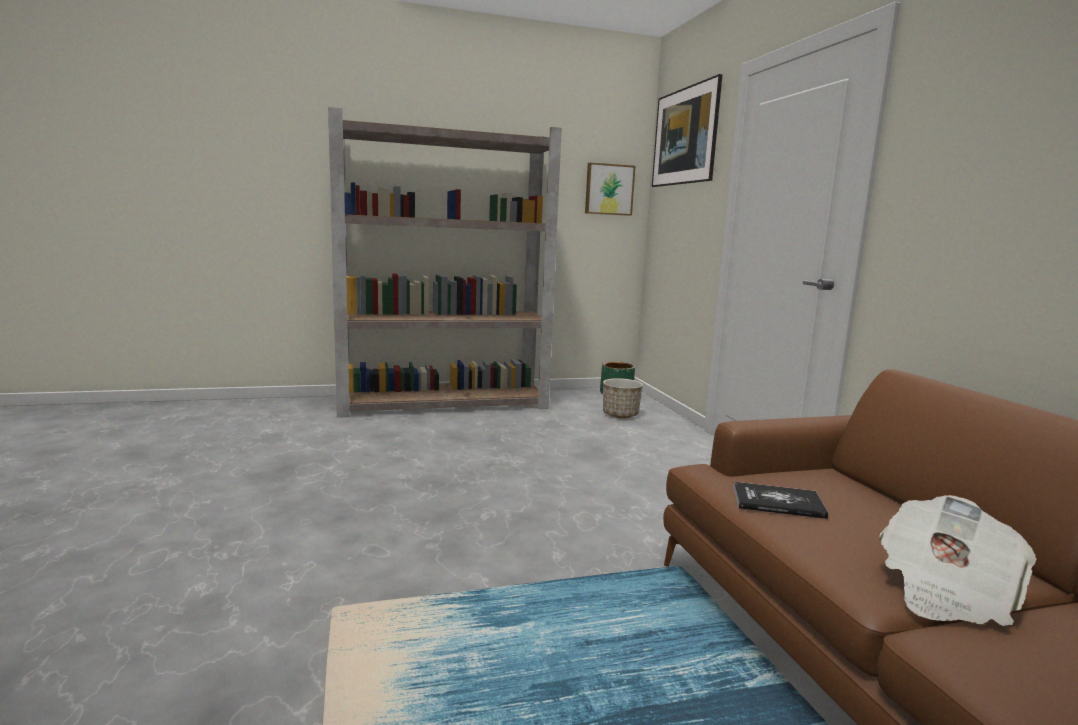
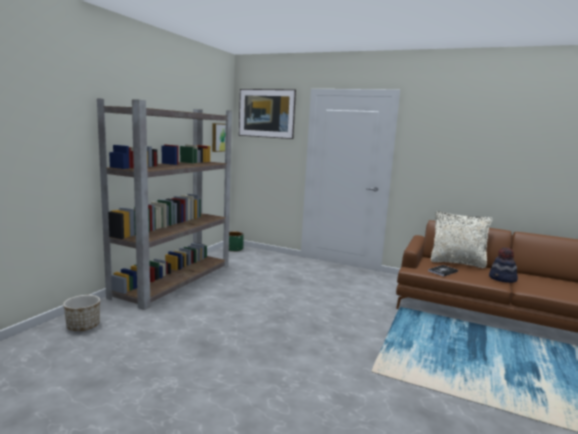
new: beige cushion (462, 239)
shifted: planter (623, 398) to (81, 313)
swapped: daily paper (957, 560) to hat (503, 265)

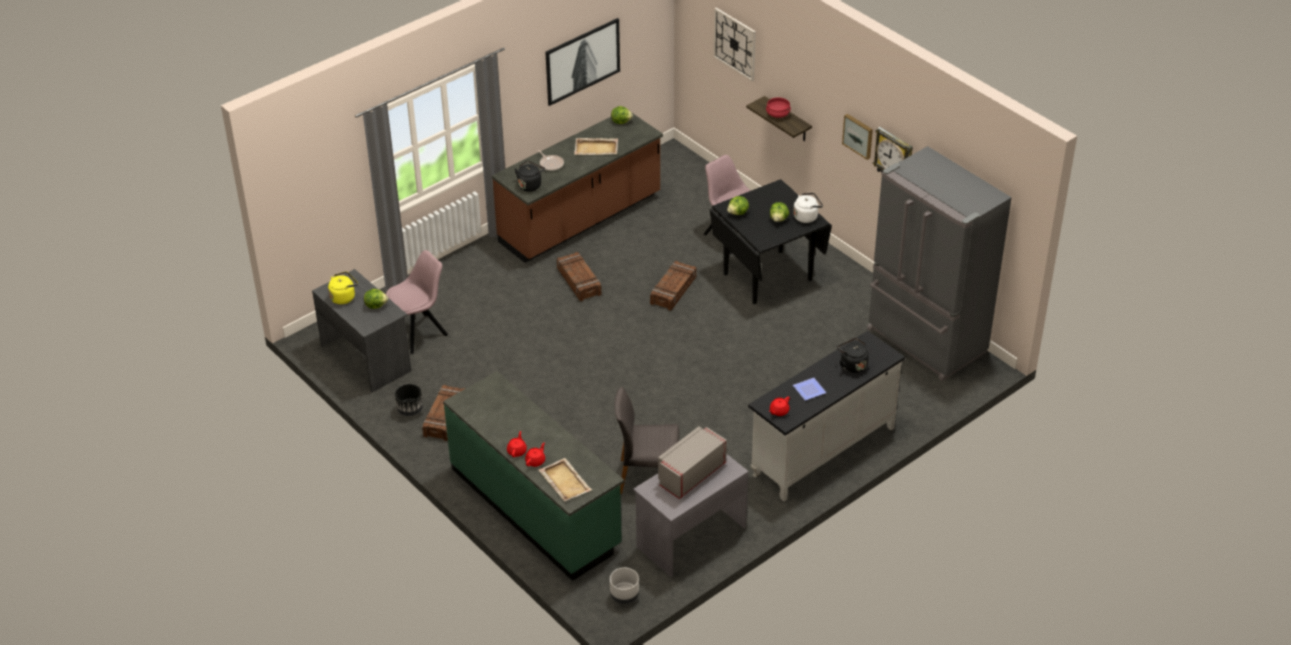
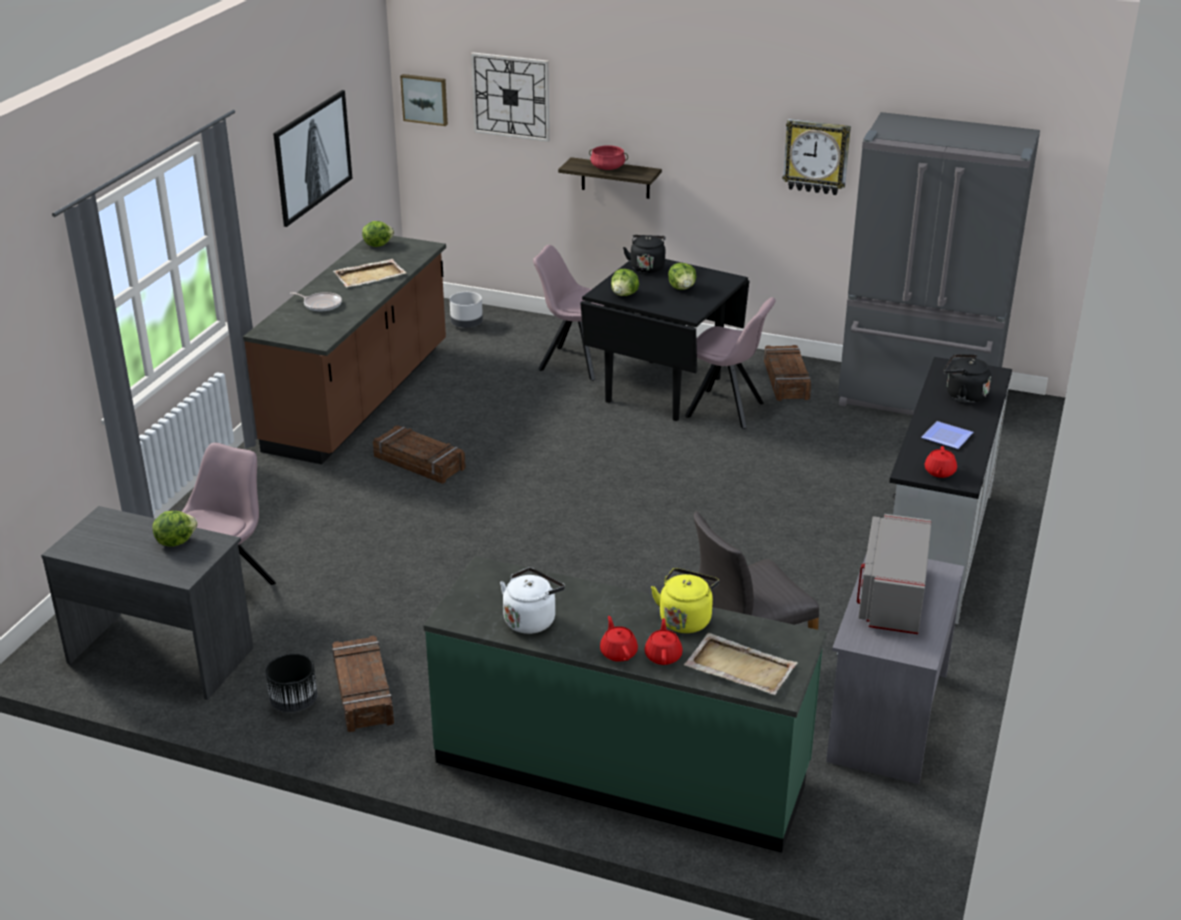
new: pinkish plain chair (730, 363)
shifted: yellow-coloured water kettle (343, 288) to (685, 600); blackish water kettle (530, 176) to (644, 254); gray planter (624, 586) to (466, 310); crate (673, 286) to (787, 373); white-coloured water kettle (808, 208) to (532, 601); picture (857, 137) to (424, 100)

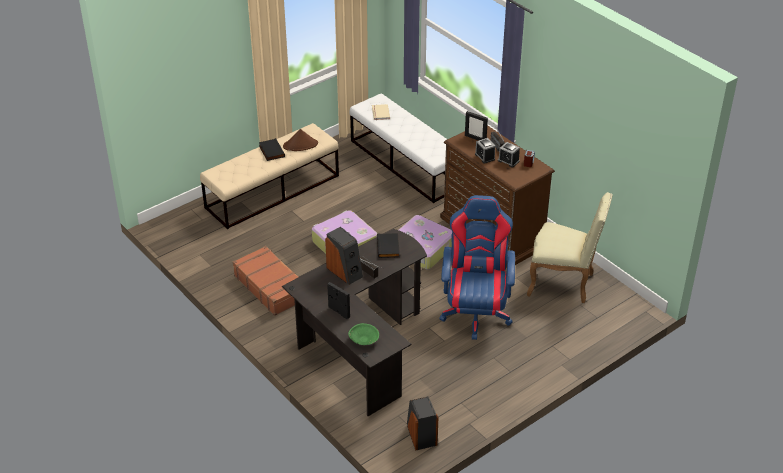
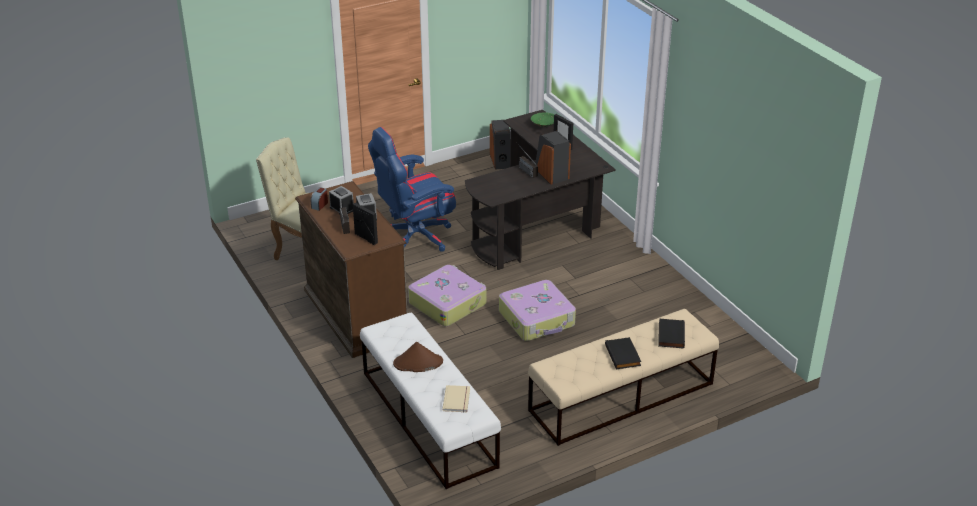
gone: brownish suitcase (265, 281)
shifted: brownish hat (300, 140) to (418, 357); blackish volume (388, 245) to (671, 334)
rotated: blue computer chair (477, 267) = (412, 189) 45 degrees clockwise

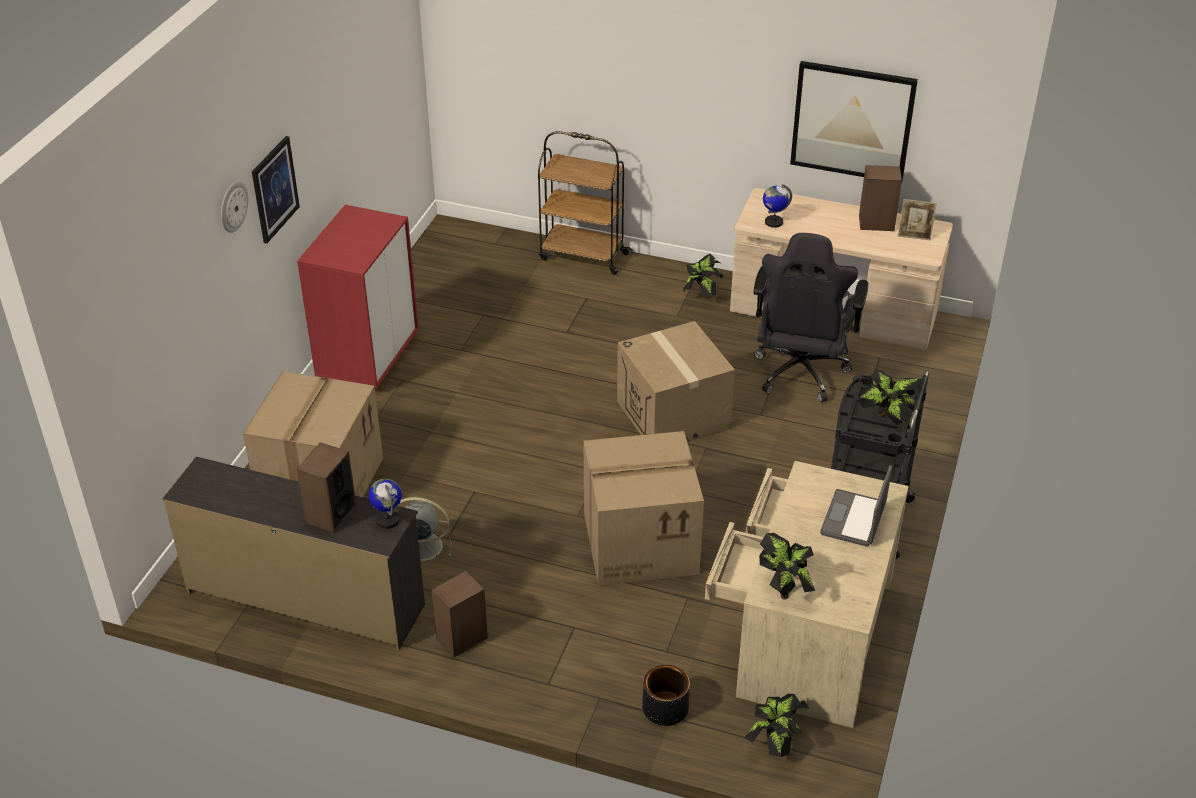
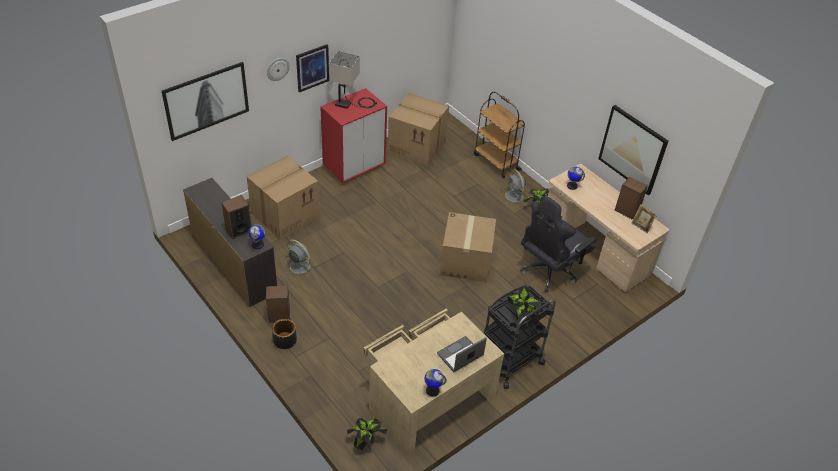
gone: plant in a pot (787, 566)
new: picture (205, 101); lamp for a table (353, 80); world globe (435, 383); gray cooling fan (515, 187)
shifted: cardboard box (643, 508) to (418, 129); blackish planter (666, 695) to (284, 334)

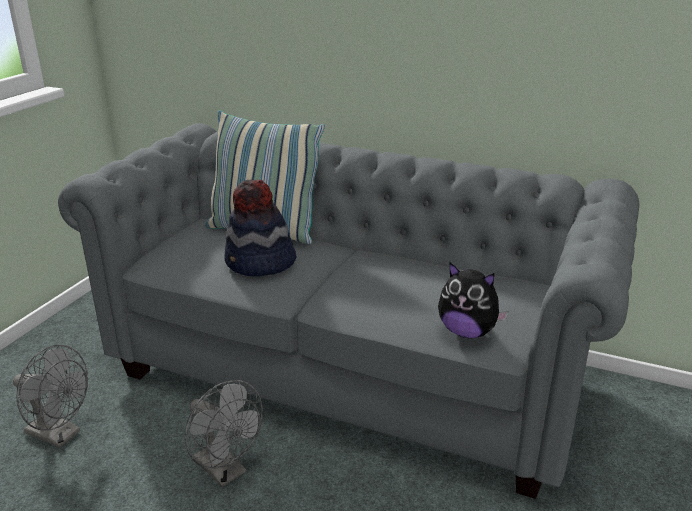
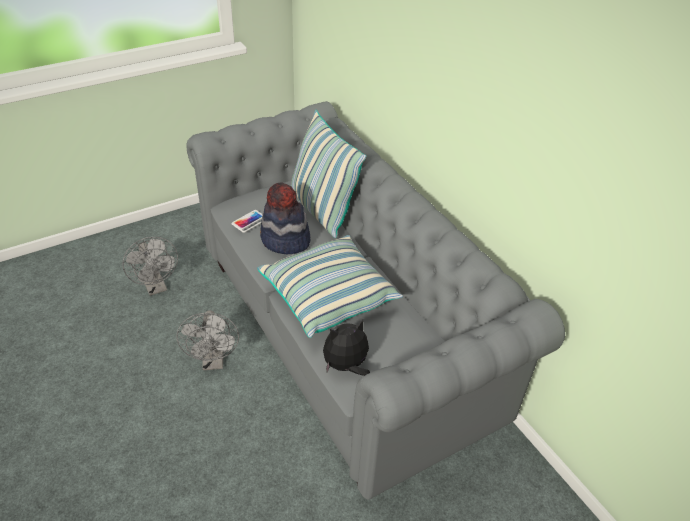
new: phone (247, 221); cushion (330, 286)
rotated: soft toy (473, 300) = (346, 348) 90 degrees clockwise

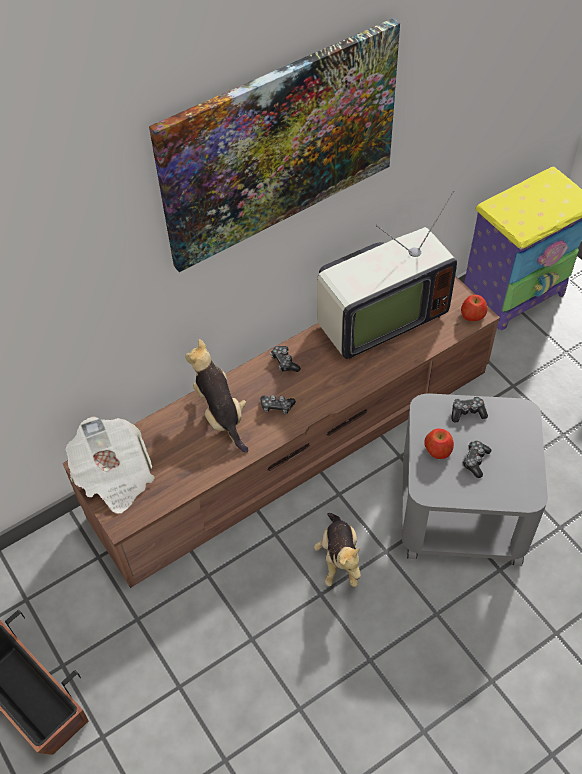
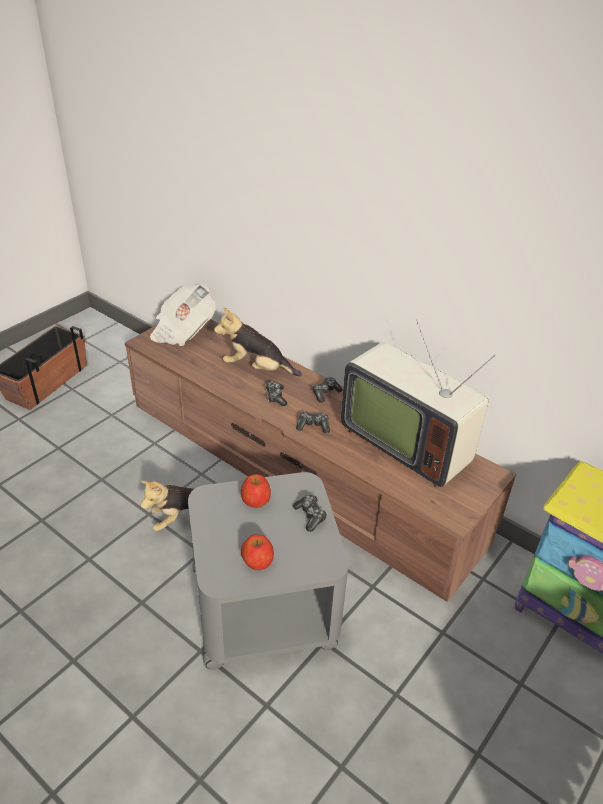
gone: picture (274, 145)
shifted: whole apple (474, 308) to (257, 552); gamepad (476, 459) to (313, 422)
rotated: soft toy (216, 396) = (258, 341) 120 degrees counterclockwise

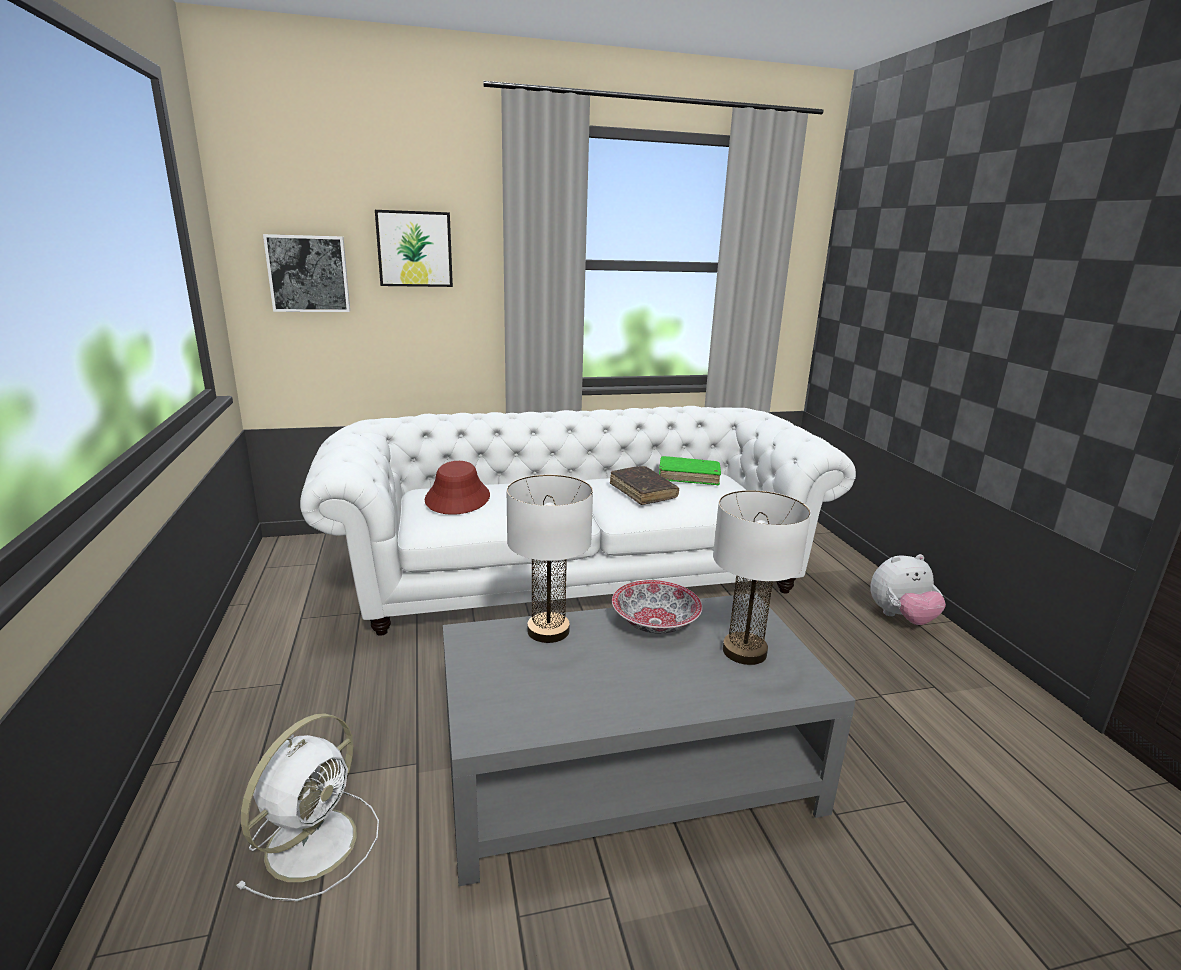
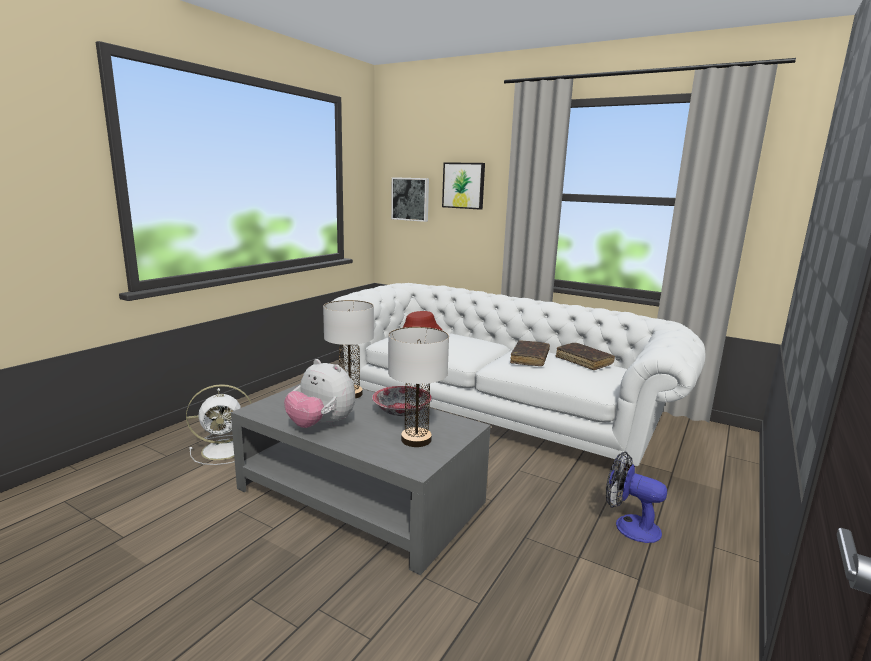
new: cooling fan (636, 497)
shifted: soft toy (908, 589) to (319, 393)
repainted: greenish volume (690, 470) to brownish volume (585, 356)

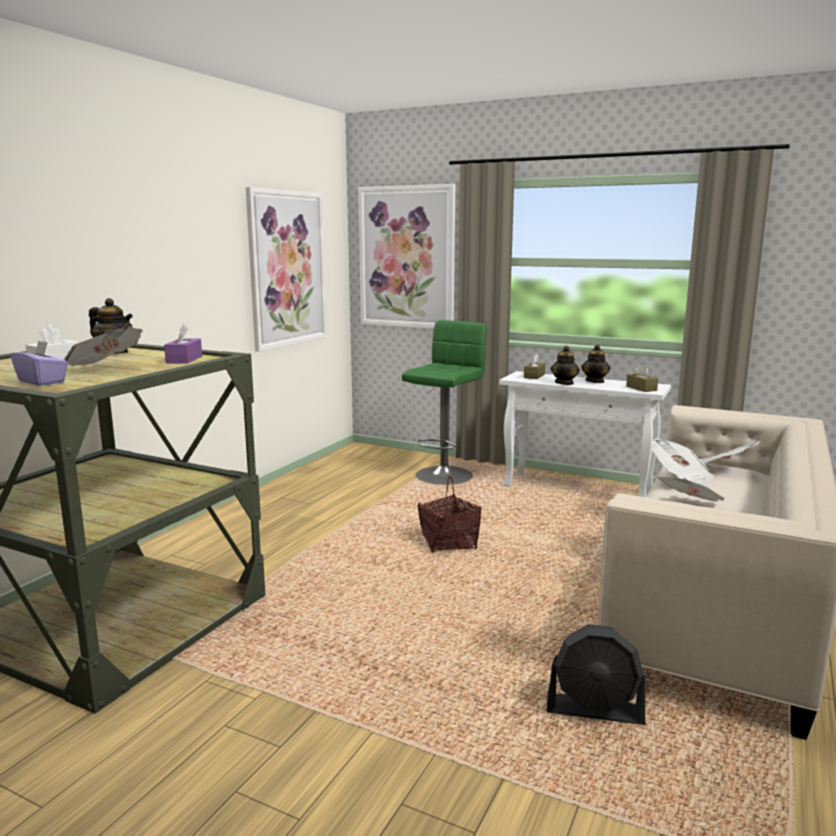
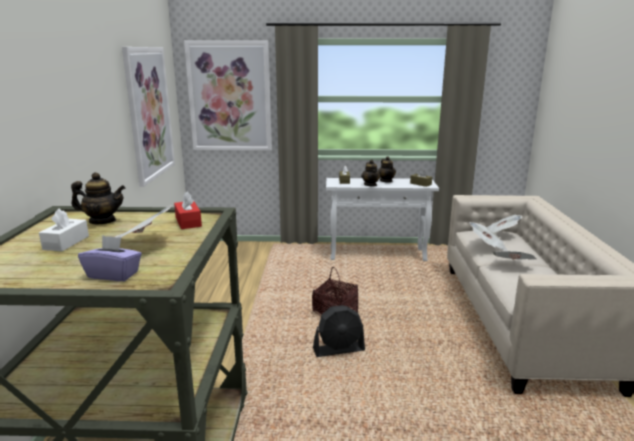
gone: greenish stool (444, 402)
shifted: blackish cooling fan (596, 674) to (339, 331)
repainted: purple tissue box (183, 344) to red tissue box (188, 210)

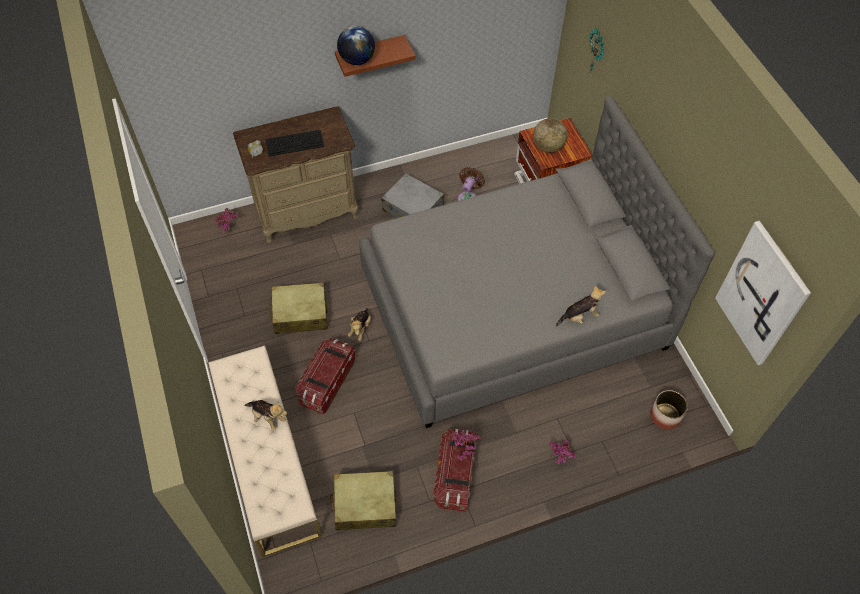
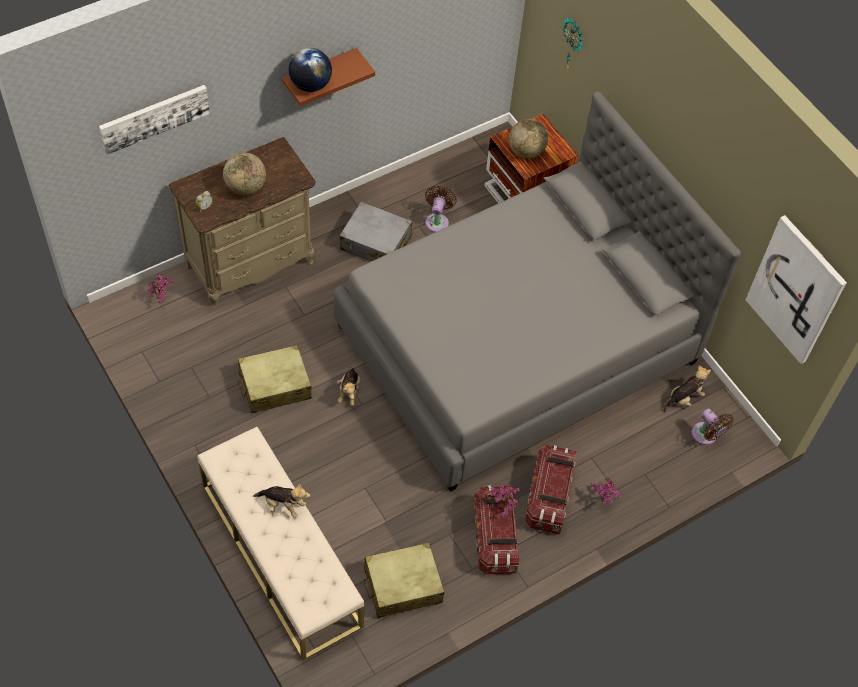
new: picture (154, 120)
shifted: storage container (325, 376) to (551, 489); soft toy (581, 305) to (687, 389)
swapped: keyboard (295, 143) to world globe (244, 173); planter (669, 410) to brownish cooling fan (713, 427)

